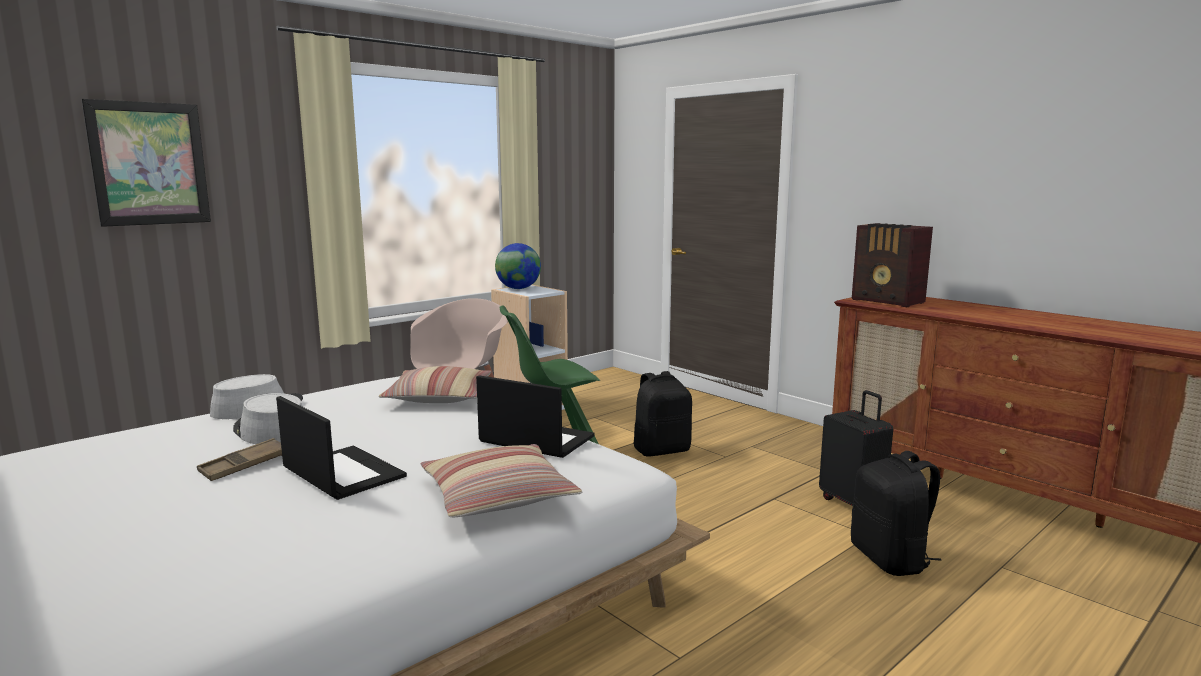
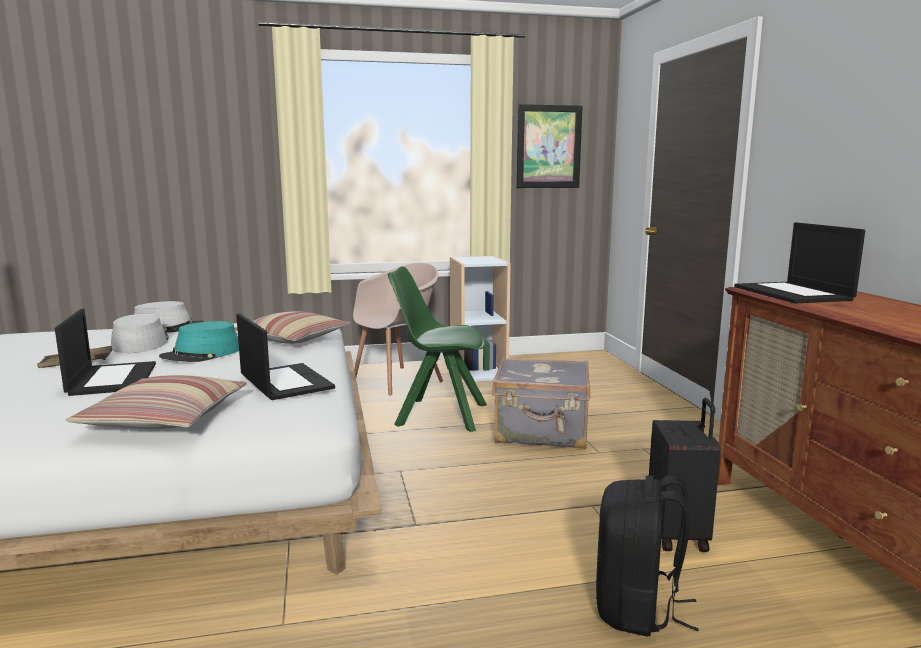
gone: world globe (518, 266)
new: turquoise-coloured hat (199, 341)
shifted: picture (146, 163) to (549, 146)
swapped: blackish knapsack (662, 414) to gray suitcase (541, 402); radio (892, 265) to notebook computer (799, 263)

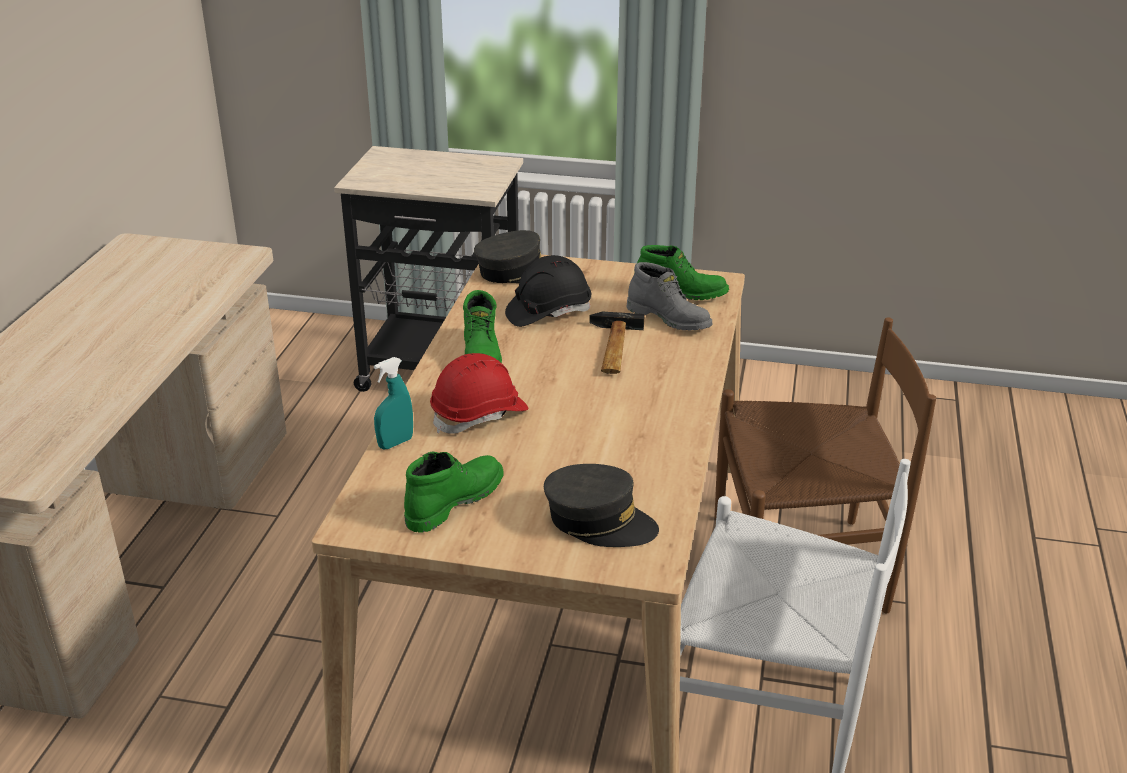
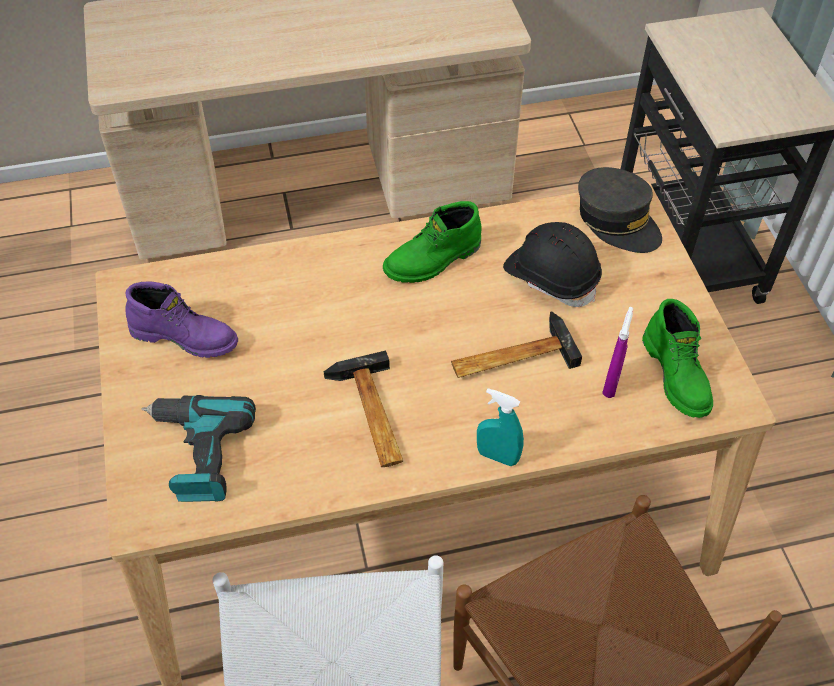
gone: red safety helmet (479, 393)
new: hammer (363, 408)
shifted: turquoise-coloured sprayer (393, 403) to (500, 427)
swapped: gray baseball cap (601, 505) to power drill (199, 448); gray tall boot (669, 296) to purple sprayer (617, 352)
repainted: greenish tall boot (454, 492) to purple tall boot (181, 319)

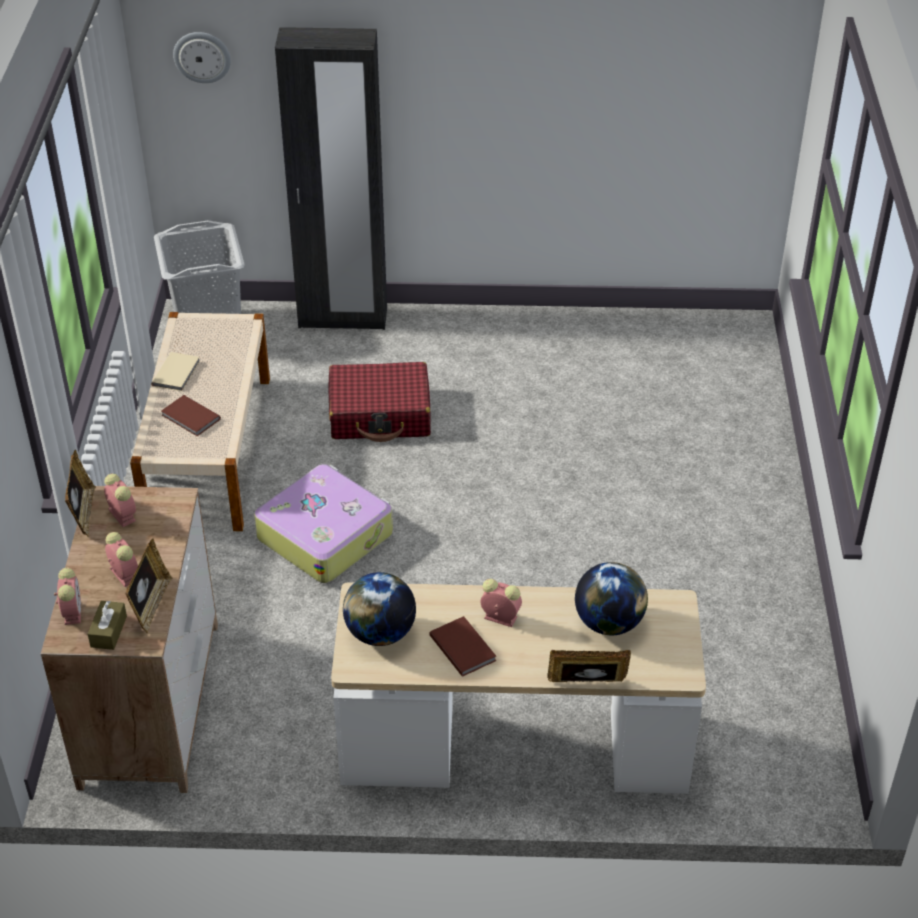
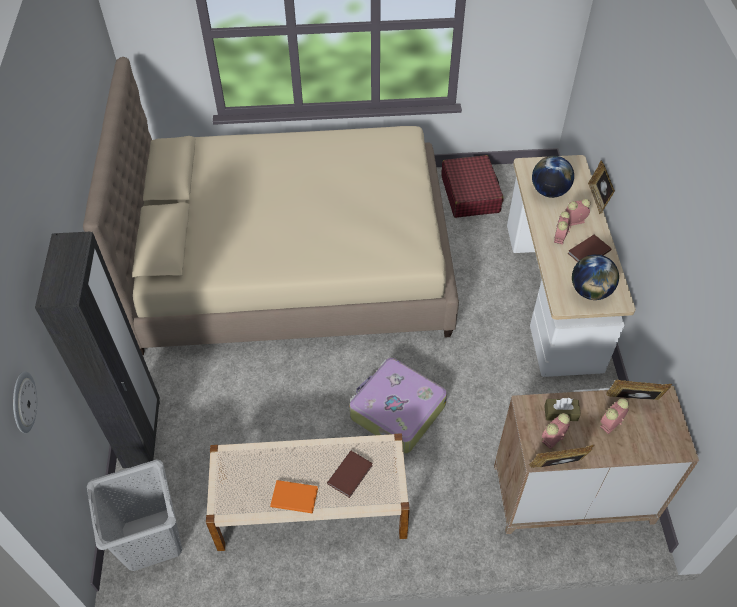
new: beige bedroom bed (271, 206)
shifted: bedside clock (67, 596) to (578, 212); brownish tissue box (107, 625) to (562, 409); red suitcase (380, 402) to (472, 186)
repainted: beige volume (175, 372) to orange-coloured volume (294, 497)

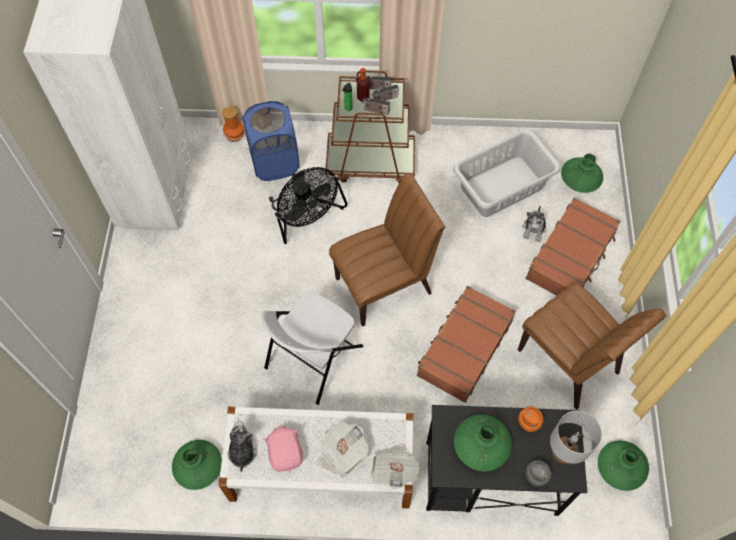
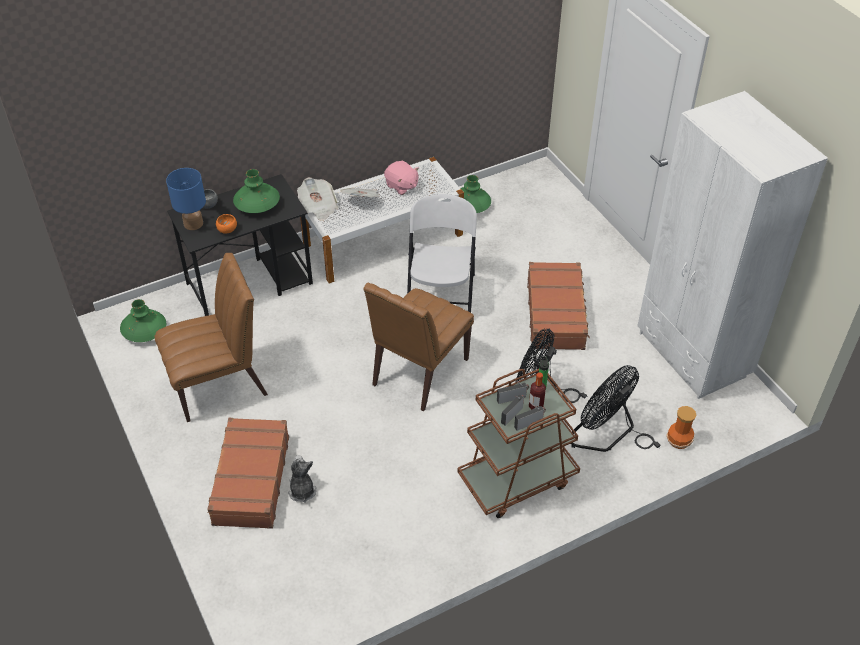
gone: soft toy (242, 446); gray washing basket (506, 173); greenish decorative vase (582, 173)
shifted: brownish suitcase (466, 344) to (558, 306)
swapped: blue washing basket (271, 141) to blackish cooling fan (616, 408)
repainted: gray lamp for a table (576, 437) to blue lamp for a table (186, 199)
rotated: brownish plain chair (592, 346) = (211, 337) 135 degrees clockwise

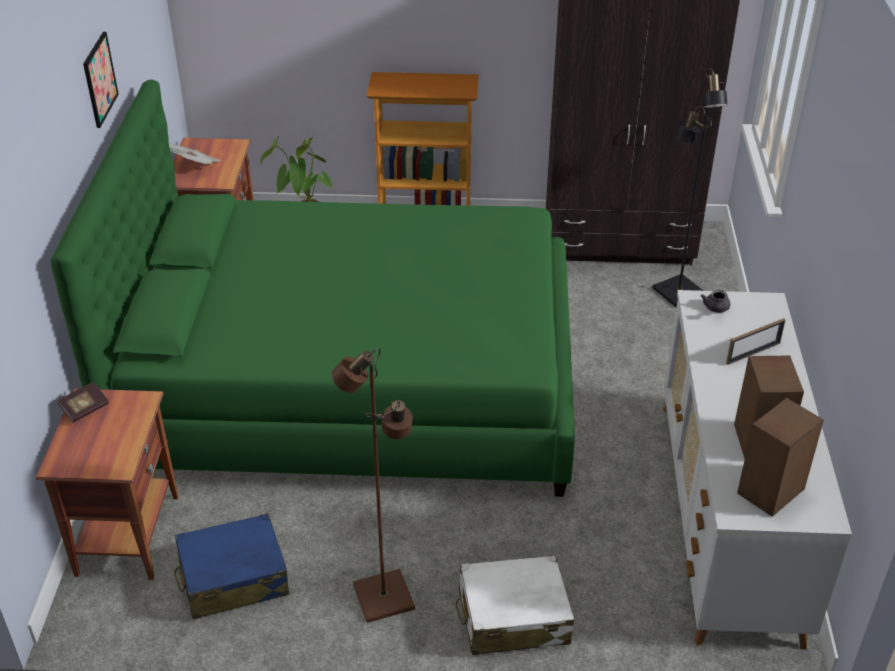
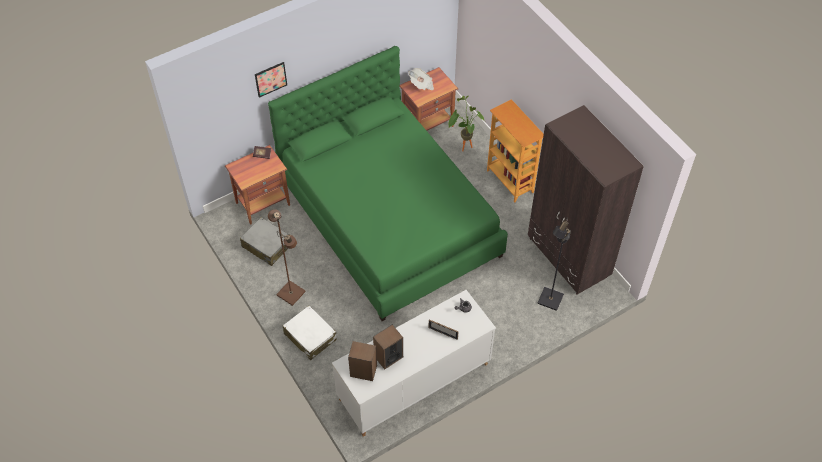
shifted: picture (101, 80) to (271, 80)
repainted: blue suitcase (232, 566) to gray suitcase (264, 241)

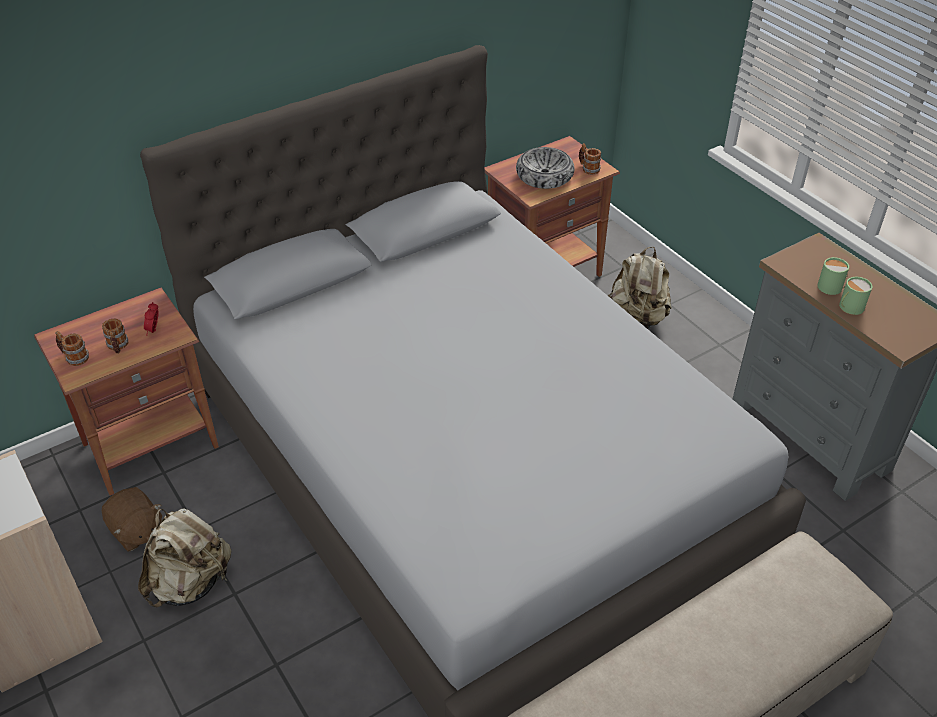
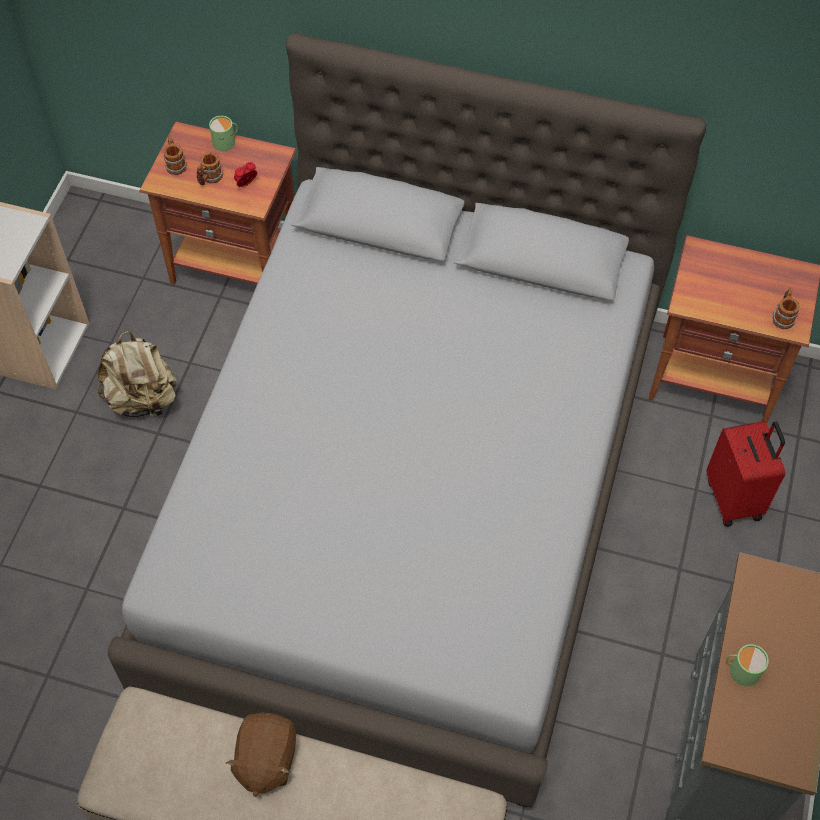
gone: serving bowl (545, 168)
shifted: brownish soft toy (132, 519) to (261, 755); greenish coffee mug (833, 276) to (223, 133)
swapped: beige knapsack (640, 288) to red suitcase (746, 474)

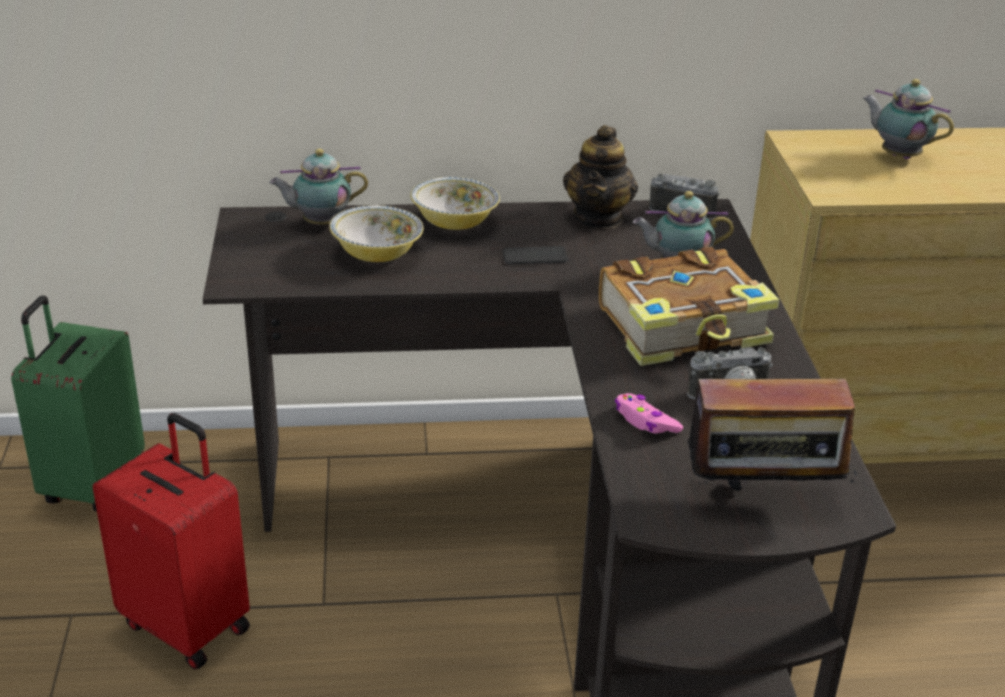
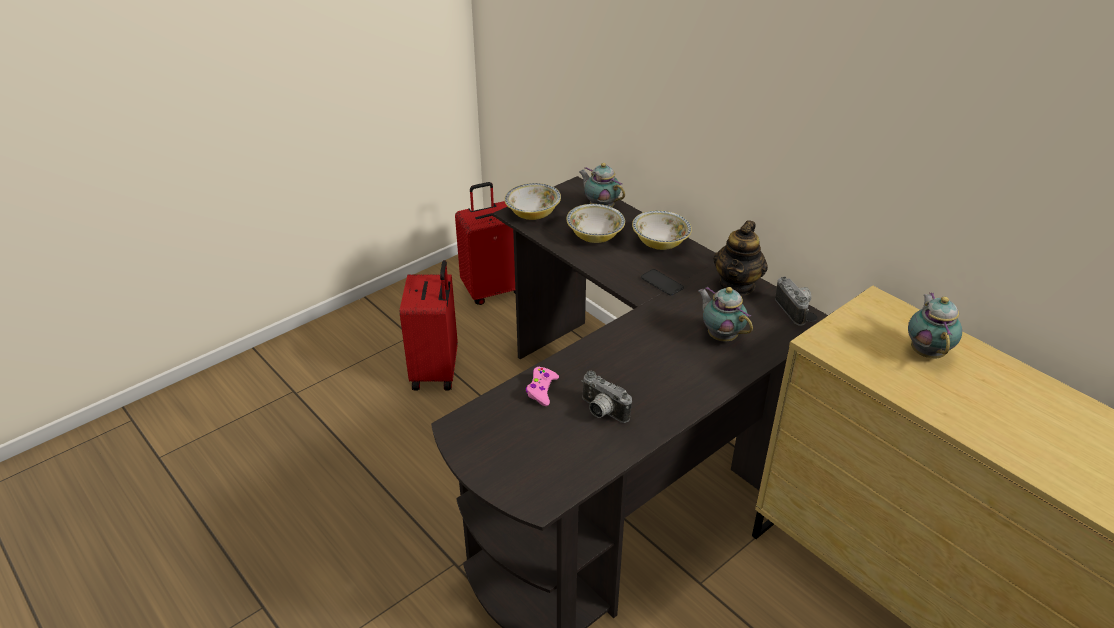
gone: volume (689, 306); radio (768, 432)
new: serving bowl (532, 201)
repainted: greenish suitcase (78, 404) to red suitcase (485, 243)
rotated: pot for tea (600, 177) = (740, 257) 45 degrees counterclockwise

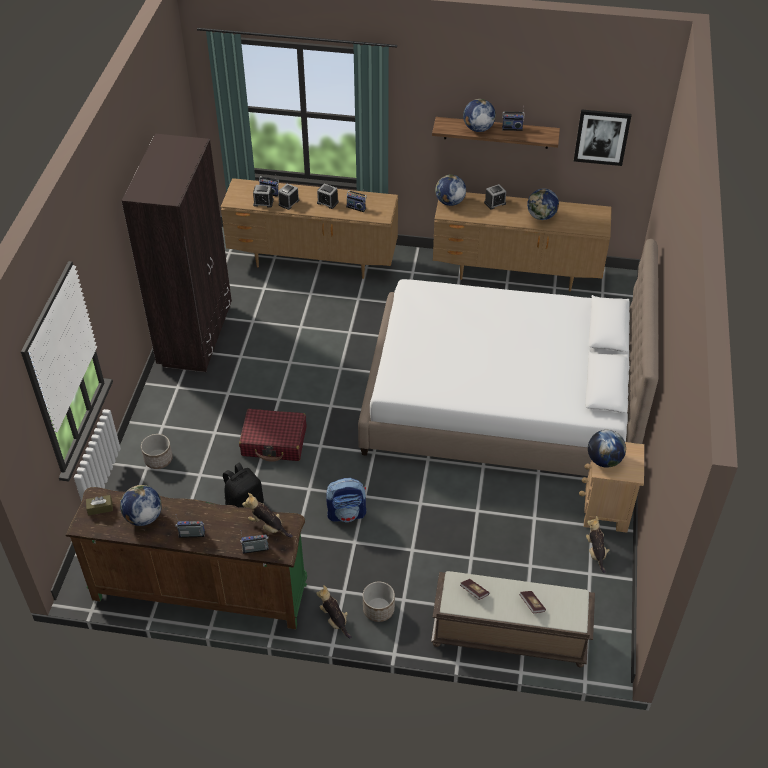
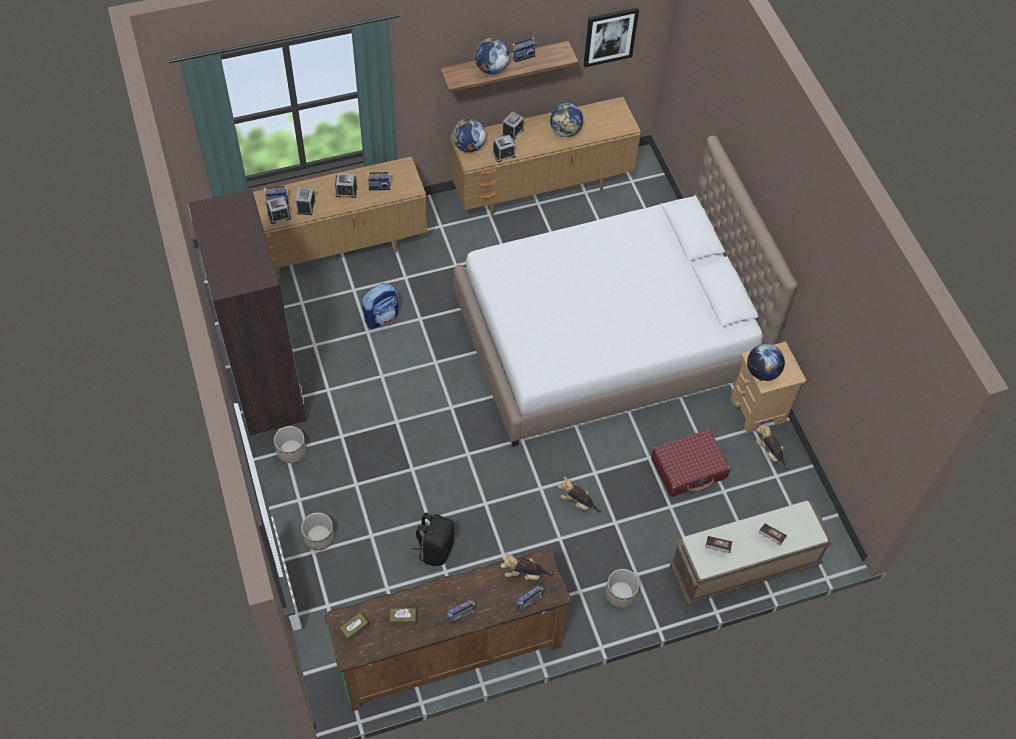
new: planter (290, 444); bedside clock (504, 148)
shifted: red suitcase (272, 435) to (690, 463); soft toy (334, 612) to (580, 495); knapsack (346, 500) to (380, 306)
swapped: world globe (141, 505) to brownish tissue box (403, 617)

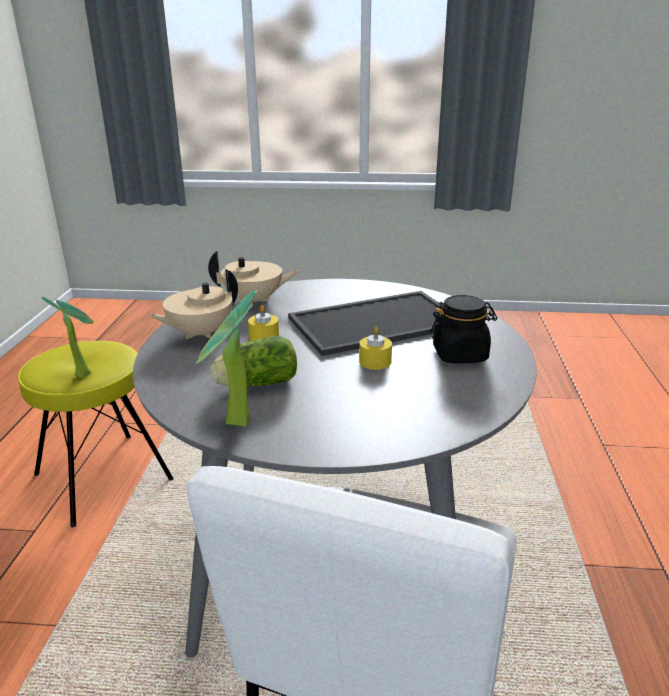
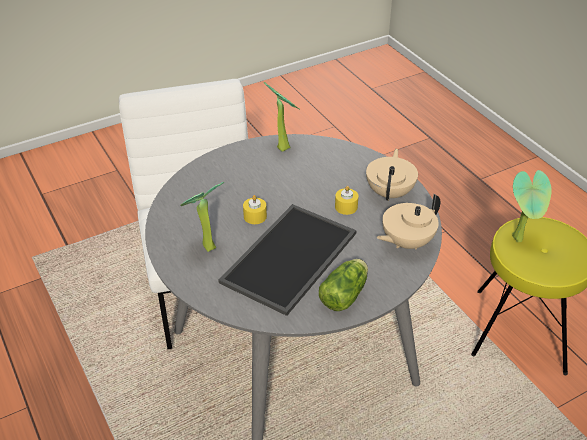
shifted: head of lettuce (253, 361) to (343, 285)
swapped: blackish storage jar (463, 329) to plant in a pot (202, 217)

